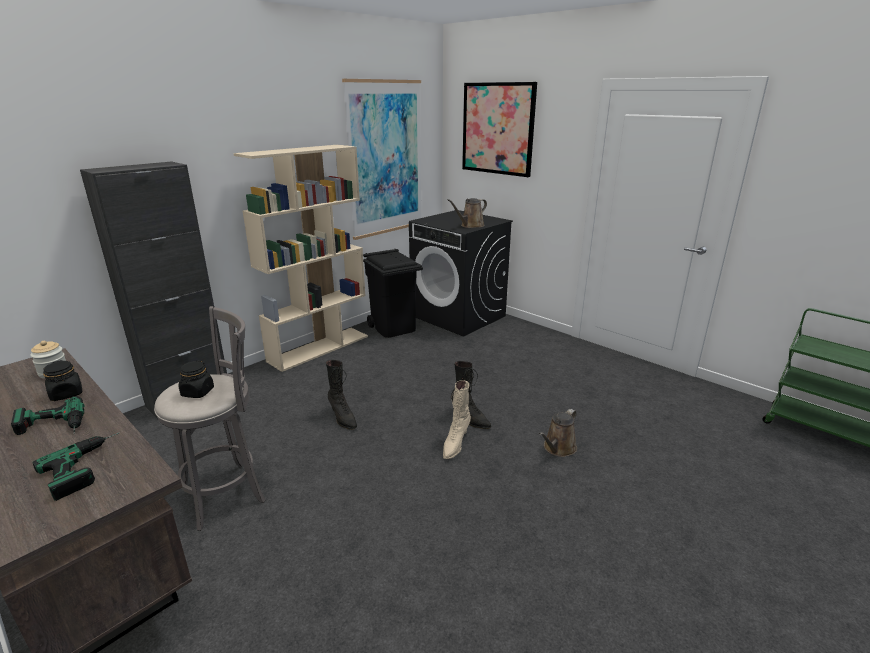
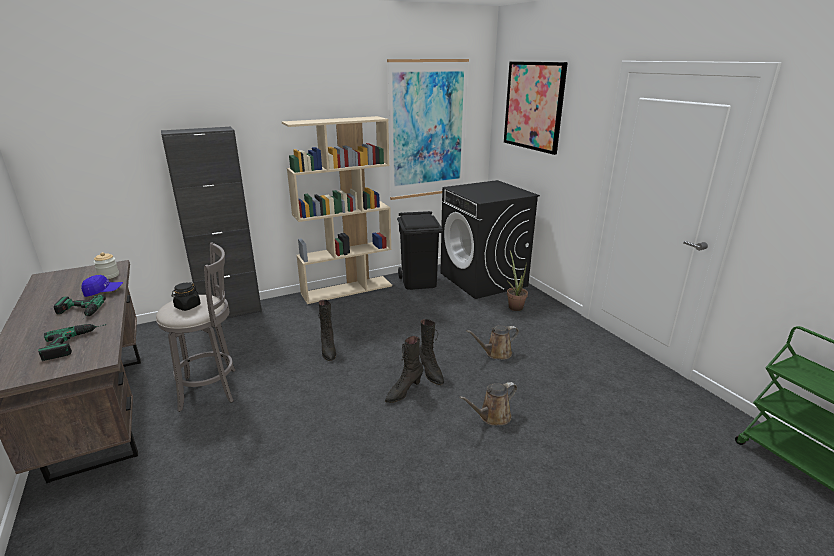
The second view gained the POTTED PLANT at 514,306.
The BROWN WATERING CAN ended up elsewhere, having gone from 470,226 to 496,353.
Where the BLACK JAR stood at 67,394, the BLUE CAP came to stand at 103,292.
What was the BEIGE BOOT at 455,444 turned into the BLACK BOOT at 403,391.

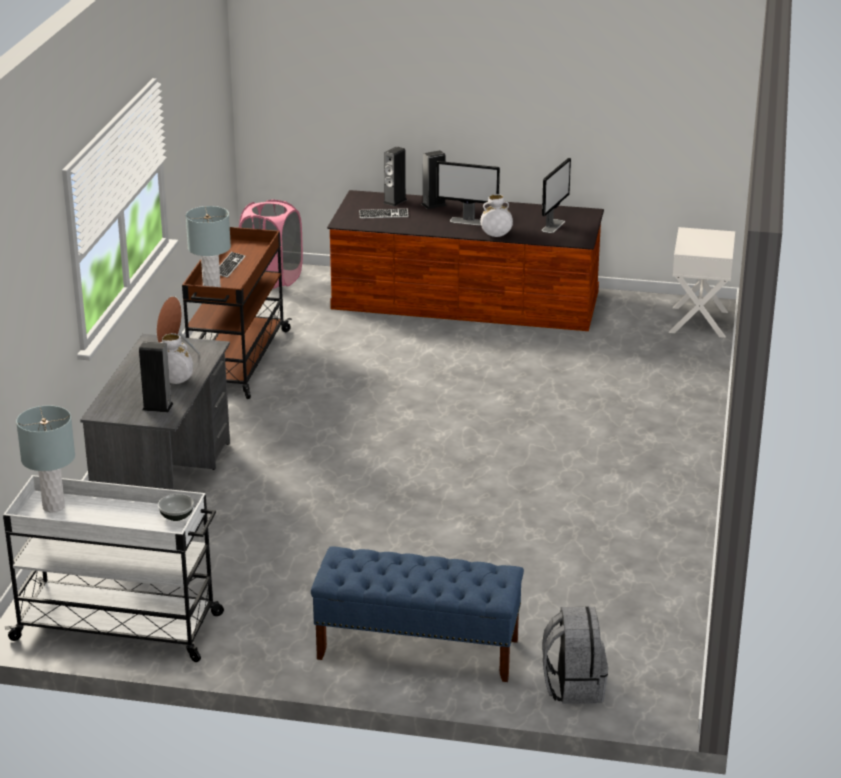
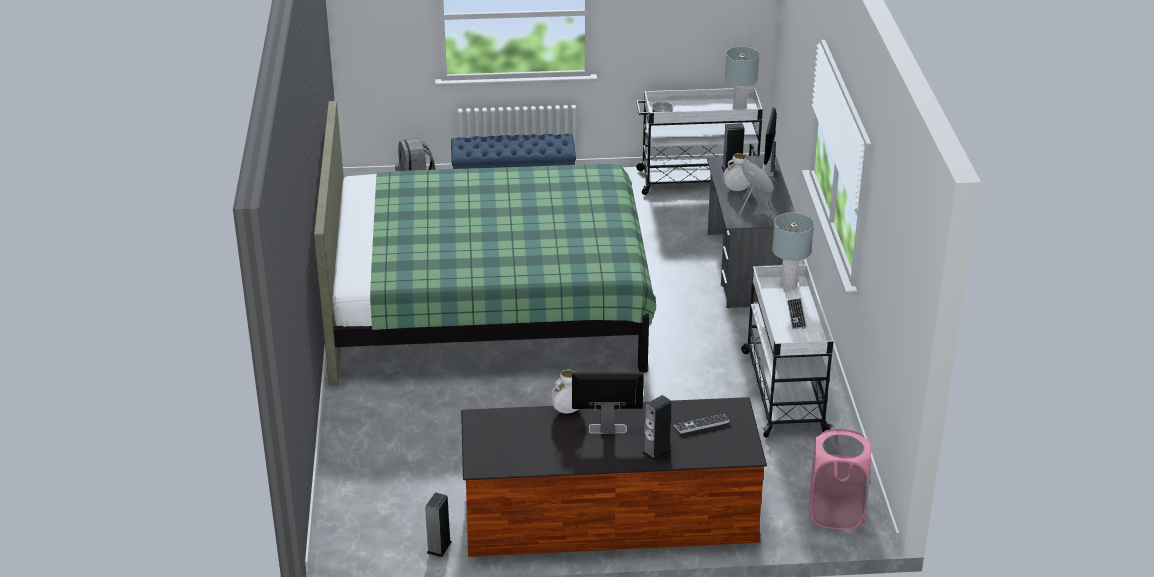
The second view lost the WHITE NIGHTSTAND at 699,322.
The second view gained the GREEN BED at 487,304.
The SPEAKER ended up elsewhere, having gone from 395,201 to 439,547.
The MONITOR ended up elsewhere, having gone from 553,226 to 768,169.
What was the BROWN CART at 237,362 turned into the WHITE CART at 783,391.

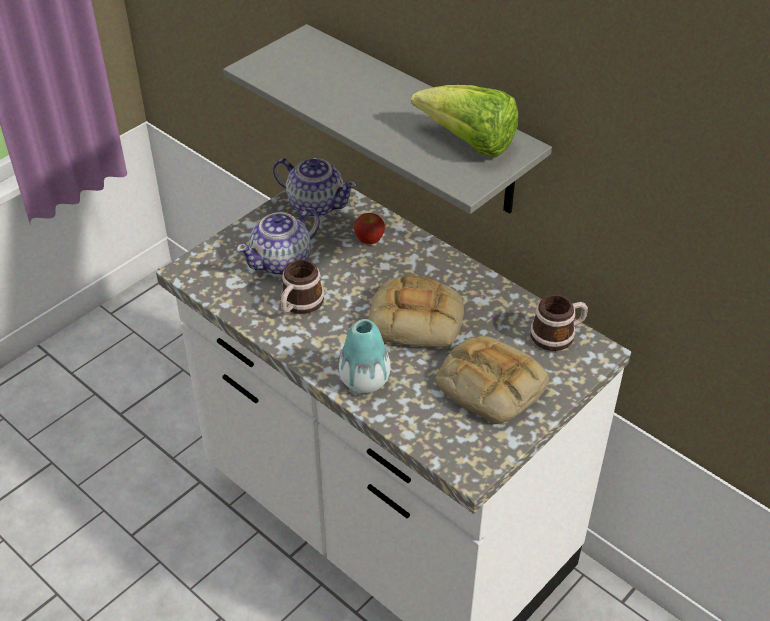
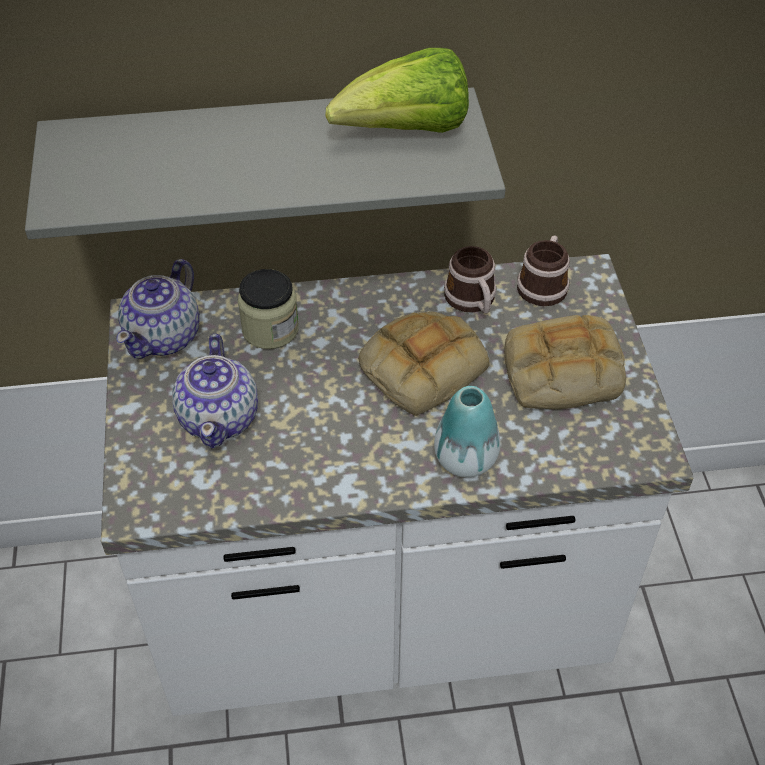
The MUG ended up elsewhere, having gone from 299,305 to 472,301.
Where the APPLE stood at 369,240, the JAR came to stand at 270,329.
The TEAPOT at 315,204 ended up facing another way, 135 degrees clockwise from before.

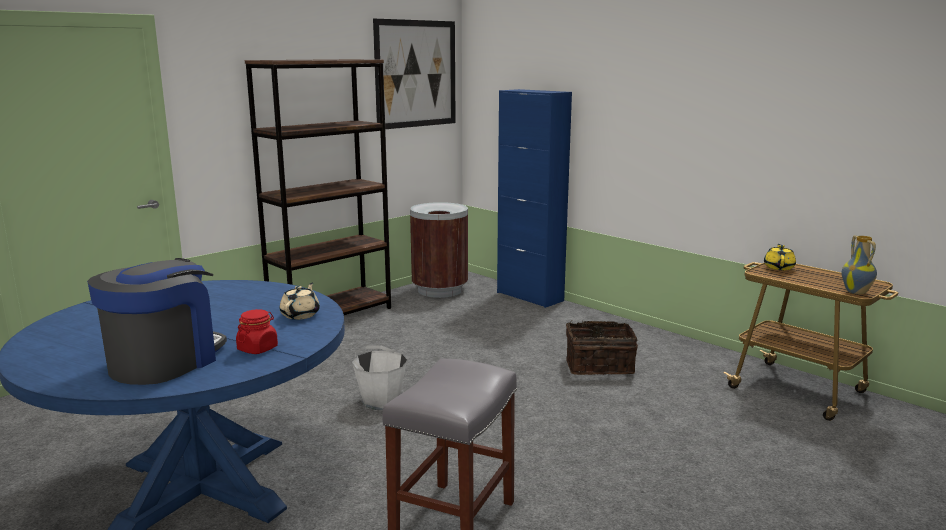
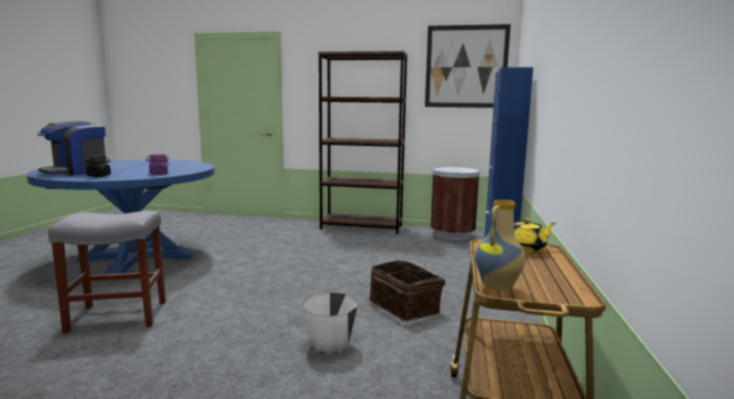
The WHITE BUCKET ended up elsewhere, having gone from 381,401 to 330,345.
Where the BEIGE TEAPOT stood at 301,315, the PURPLE JAR came to stand at 158,174.
What was the RED JAR at 257,348 turned into the BLACK JAR at 99,176.
The COFFEE MACHINE at 165,361 ended up facing another way, 135 degrees clockwise from before.

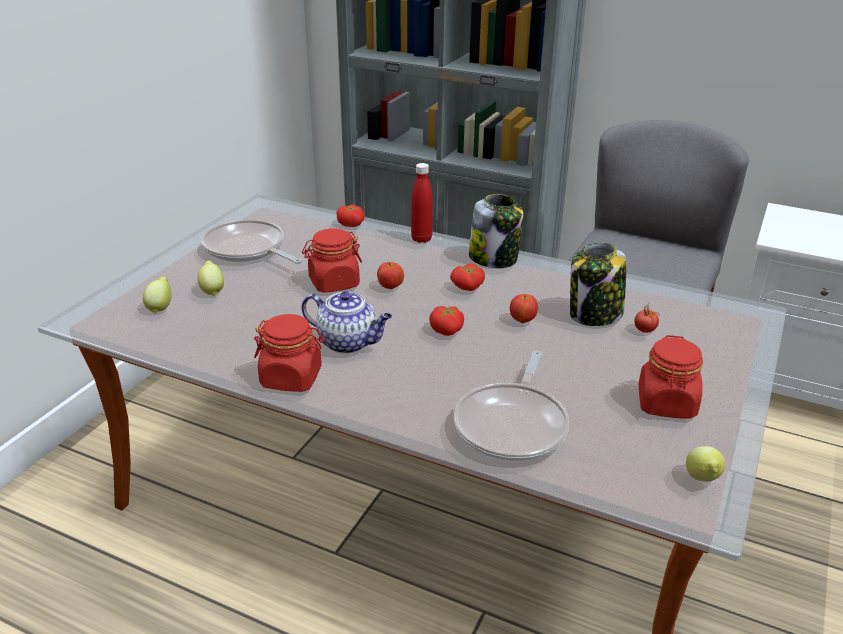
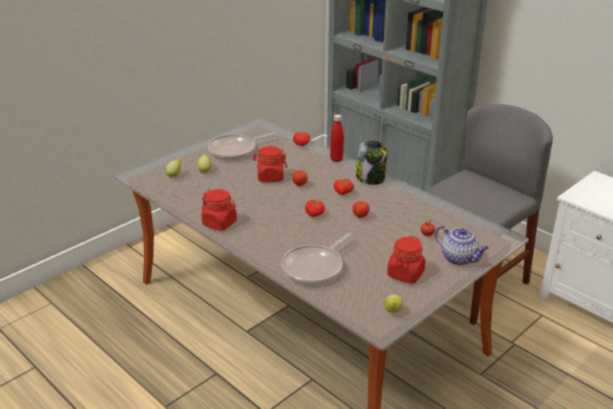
The second view lost the JAR at 594,315.
The TEAPOT ended up elsewhere, having gone from 349,342 to 459,258.
The FRYING PAN at 247,249 ended up facing another way, 90 degrees counterclockwise from before.

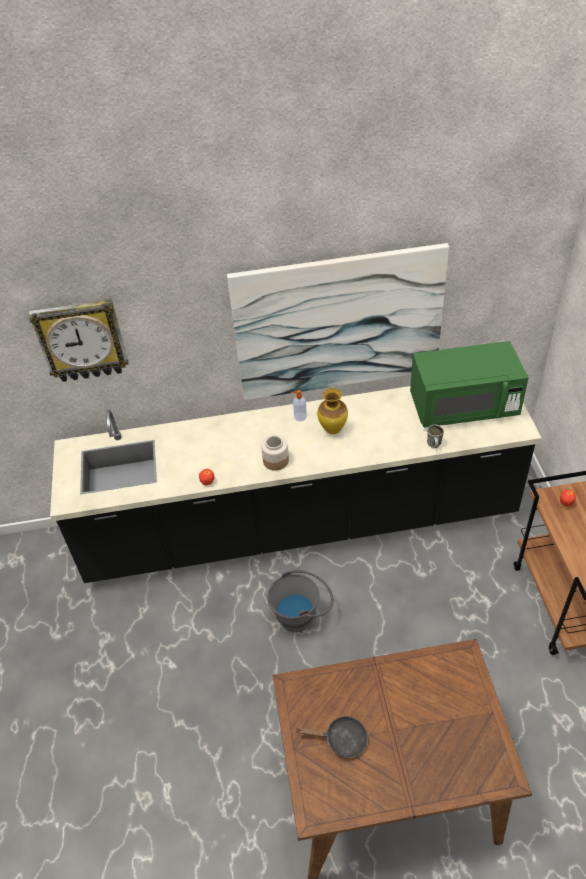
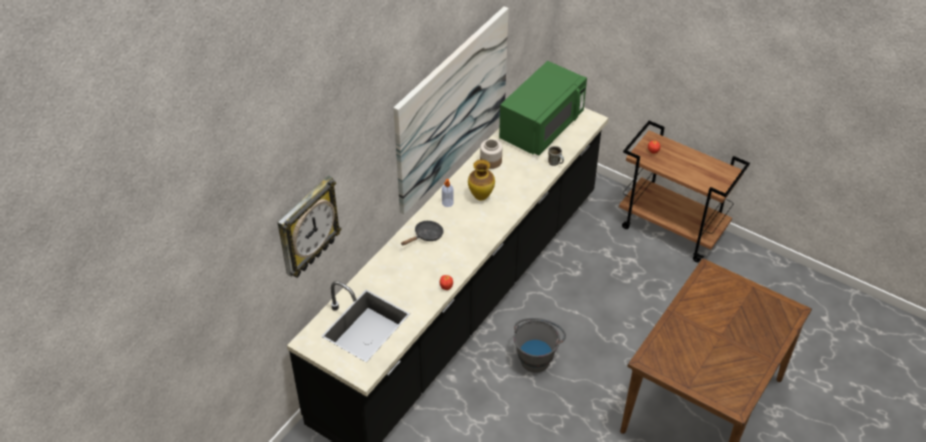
The JAR ended up elsewhere, having gone from 275,461 to 490,161.
The BLACK FRYING PAN ended up elsewhere, having gone from 341,739 to 426,236.

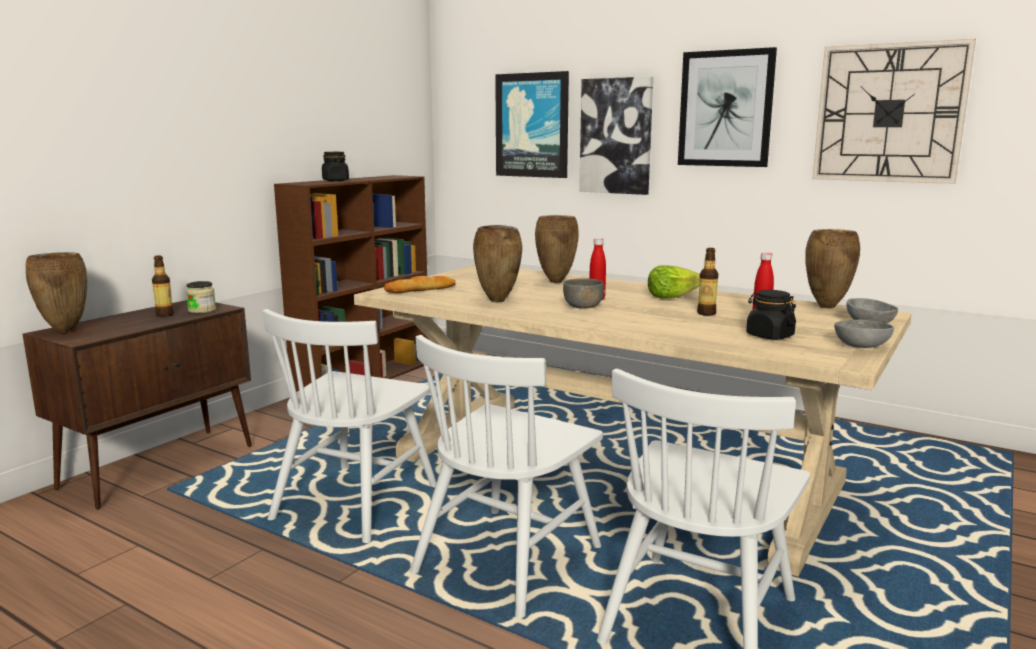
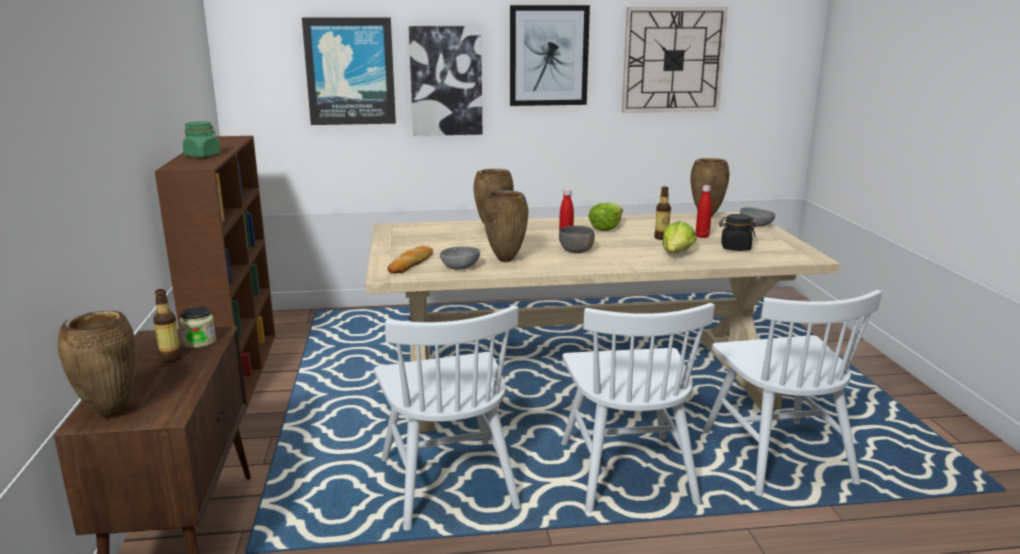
The second view gained the LETTUCE at 677,254.
The GREY BOWL ended up elsewhere, having gone from 860,346 to 459,267.
What was the BLACK JAR at 335,180 turned into the GREEN JAR at 203,156.

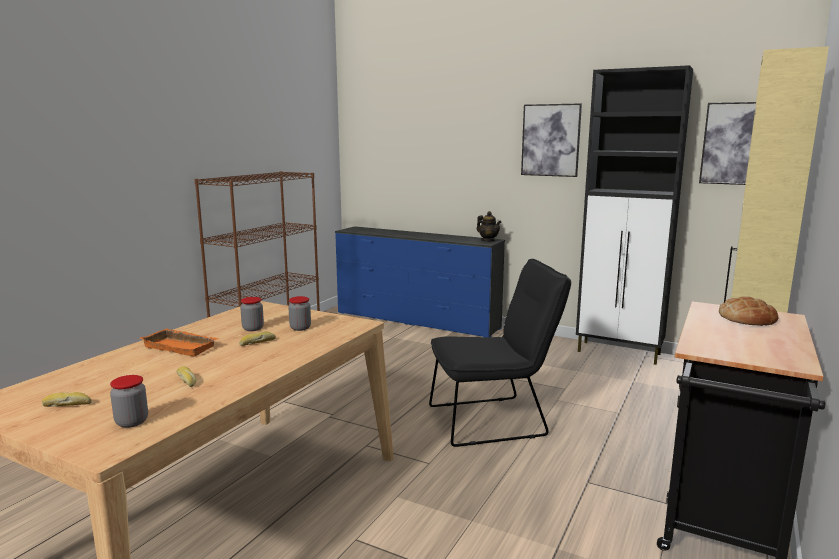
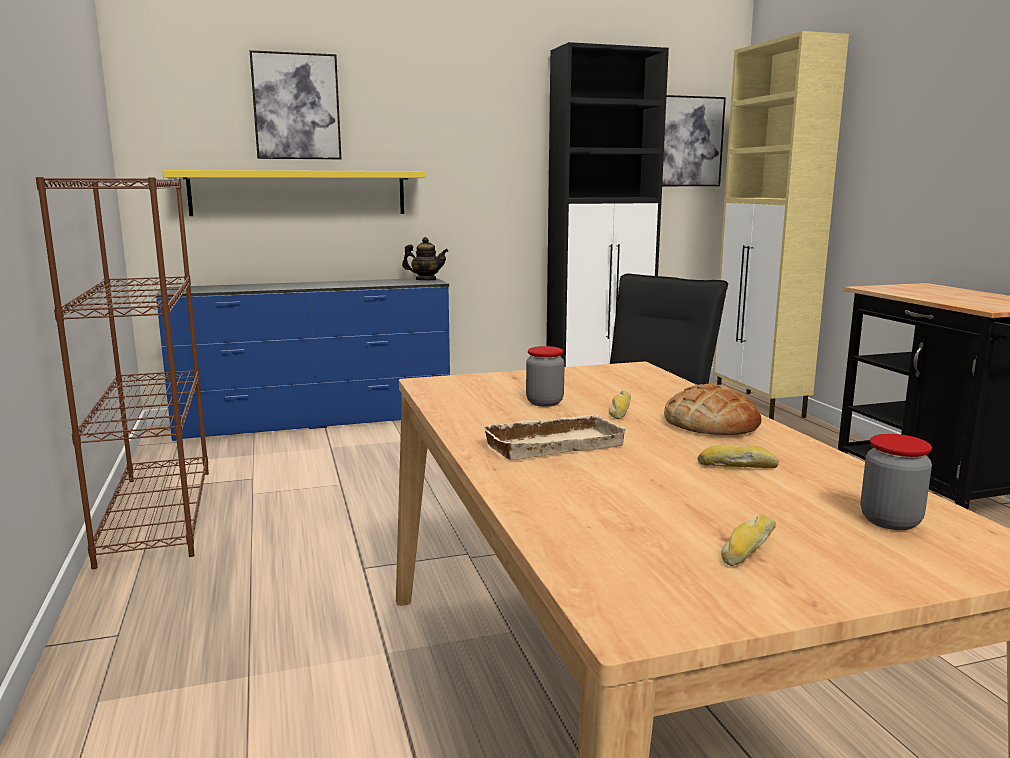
The second view lost the JAR at 300,328.
The second view gained the YELLOW SHELF at 299,193.
The PICTURE ended up elsewhere, having gone from 550,140 to 296,106.
The BREAD ended up elsewhere, having gone from 747,319 to 712,423.
What was the ORANGE TRAY at 182,346 turned into the BEIGE TRAY at 553,443.

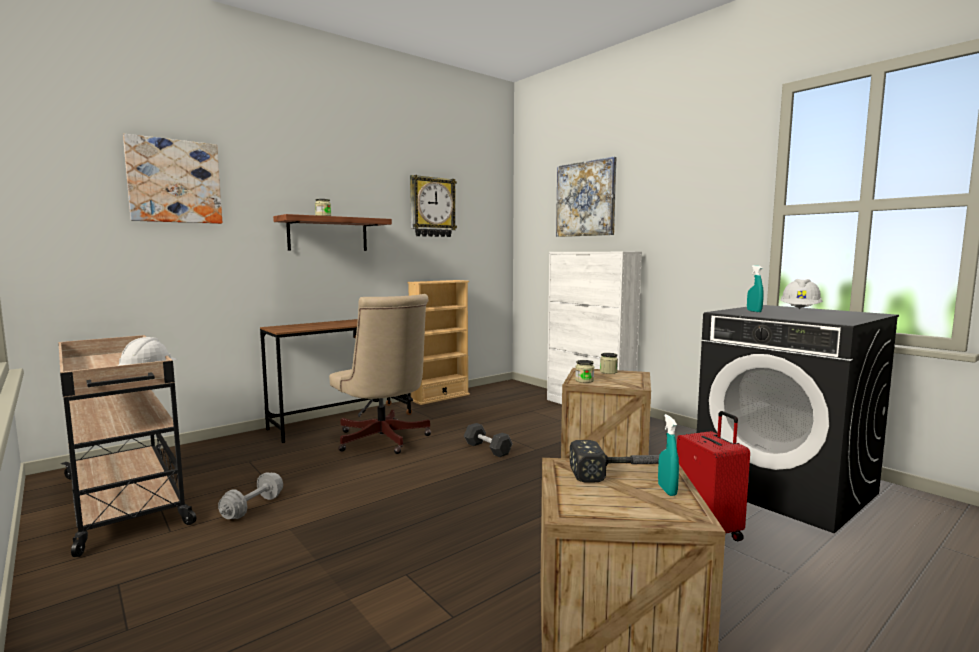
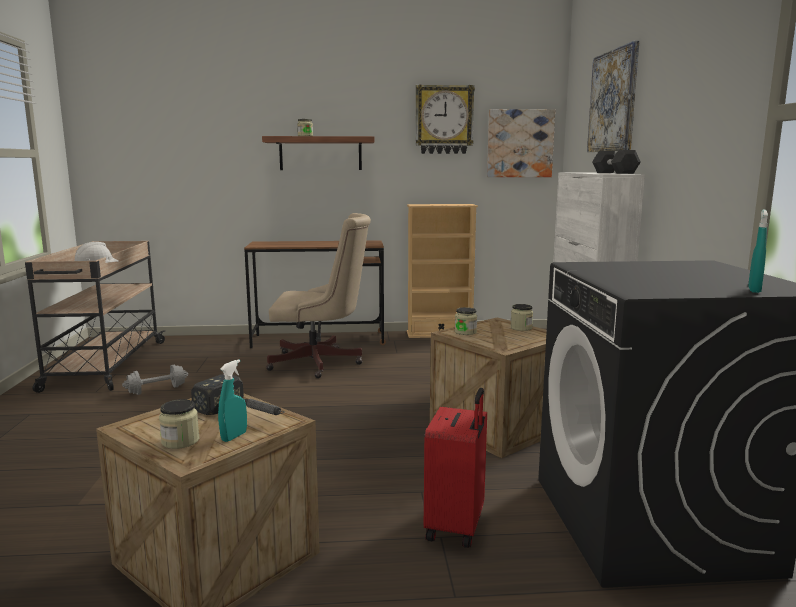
The second view lost the WHITE HARD HAT at 800,311.
The second view gained the JAR at 180,441.
The PICTURE ended up elsewhere, having gone from 174,181 to 520,143.
The BLACK DUMBBELL ended up elsewhere, having gone from 487,449 to 614,173.
The TURQUOISE SPRAY BOTTLE ended up elsewhere, having gone from 754,311 to 754,290.
The BEIGE OFFICE CHAIR at 383,441 ended up facing another way, 90 degrees counterclockwise from before.

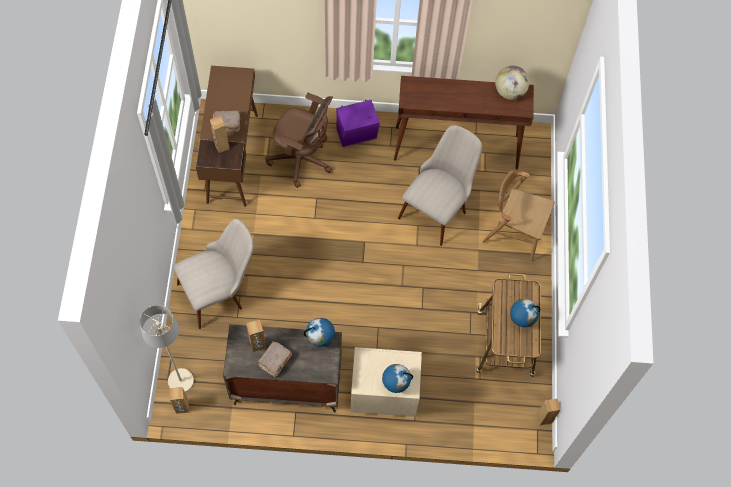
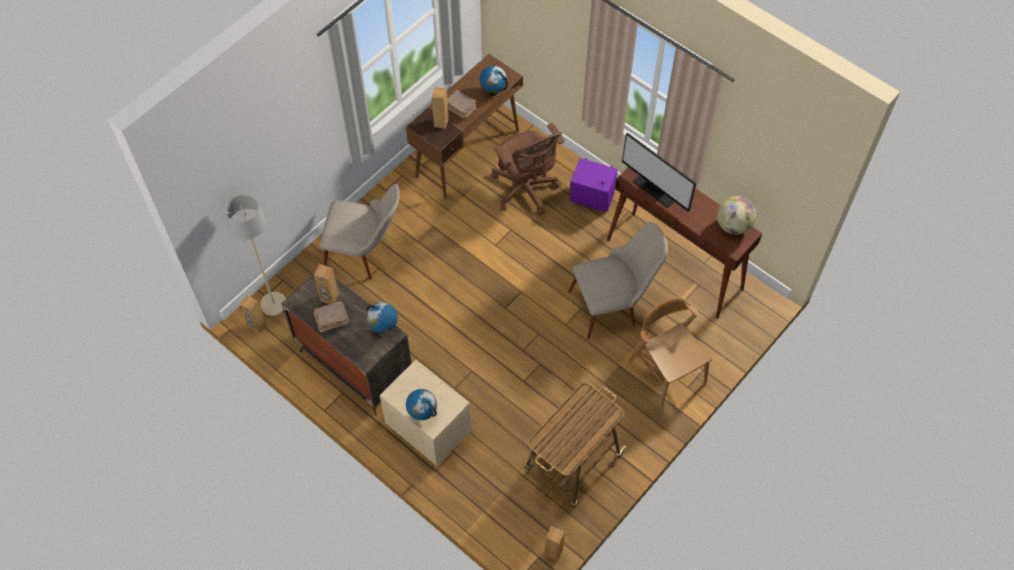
The second view gained the MONITOR at 658,187.
The GLOBE ended up elsewhere, having gone from 521,320 to 493,92.

